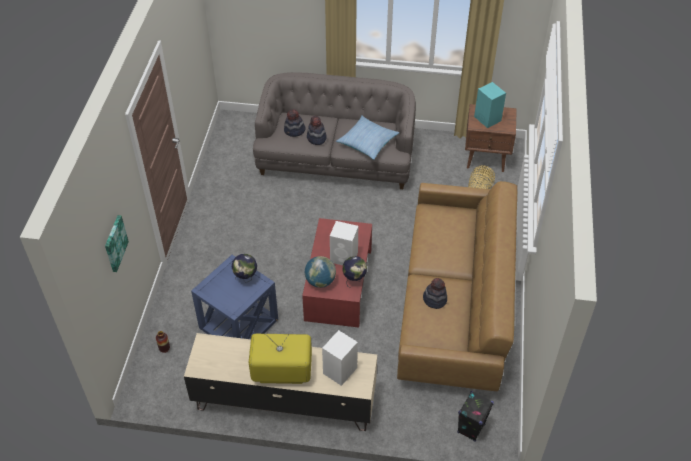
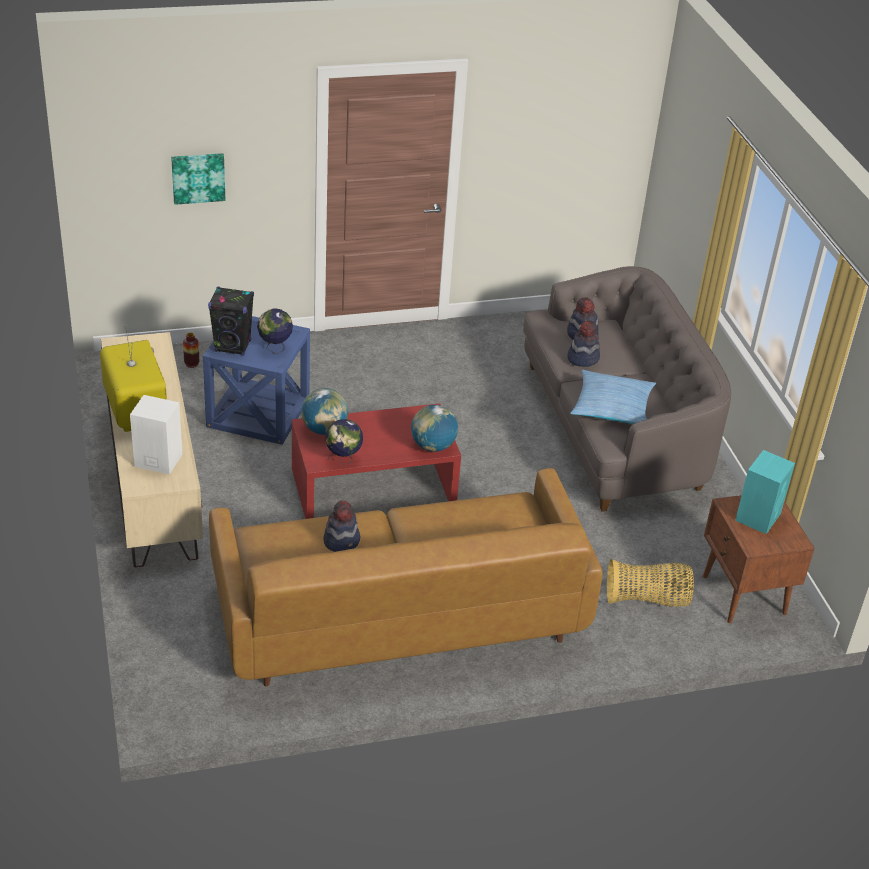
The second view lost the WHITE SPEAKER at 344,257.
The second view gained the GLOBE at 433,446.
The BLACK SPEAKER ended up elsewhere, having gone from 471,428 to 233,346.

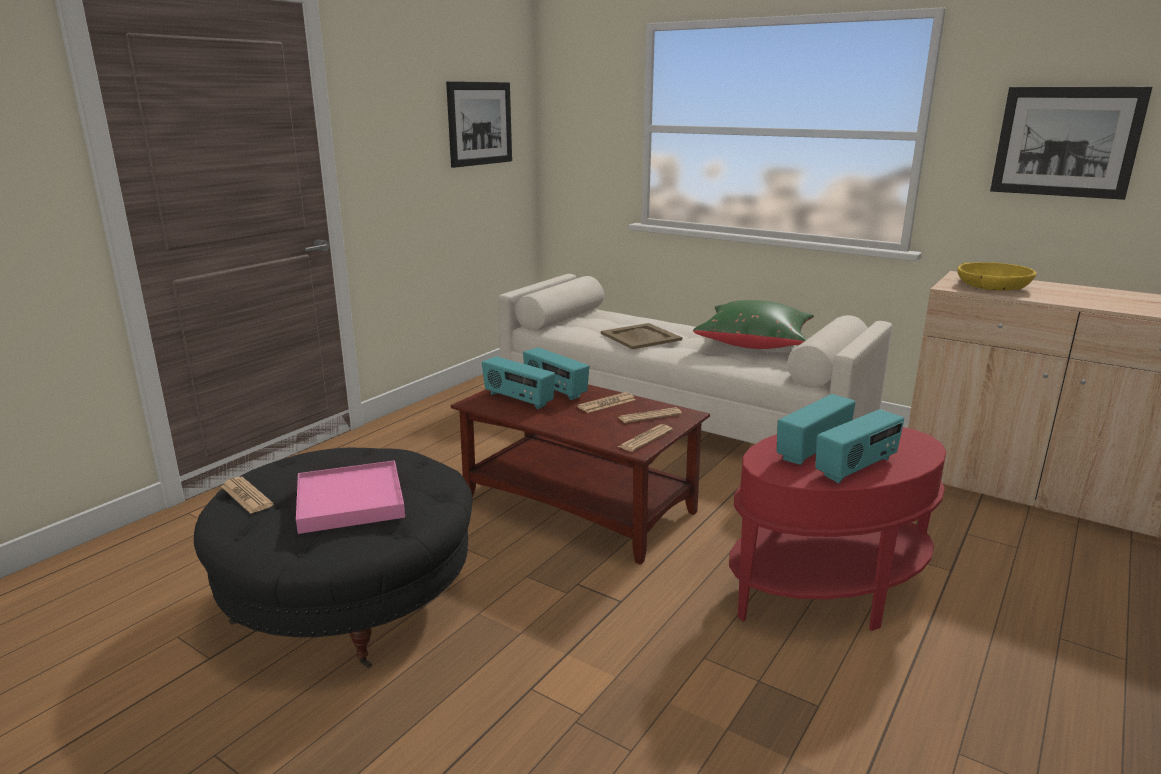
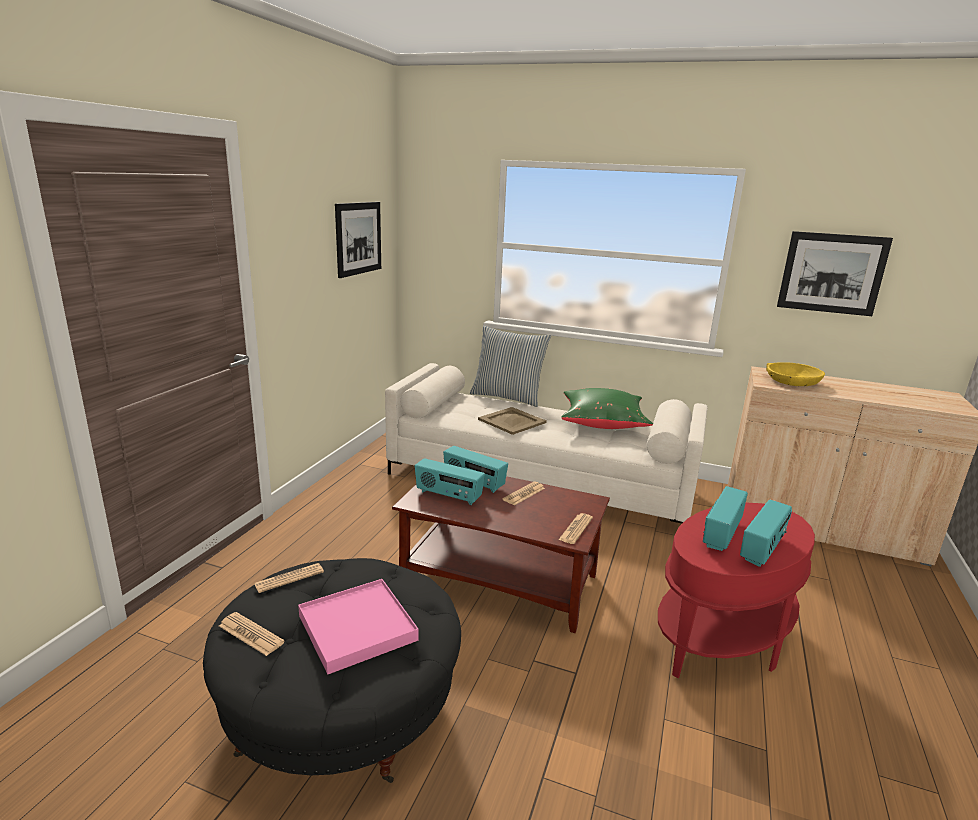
The second view gained the PILLOW at 507,397.
The NEWSPAPER ended up elsewhere, having gone from 649,416 to 289,578.

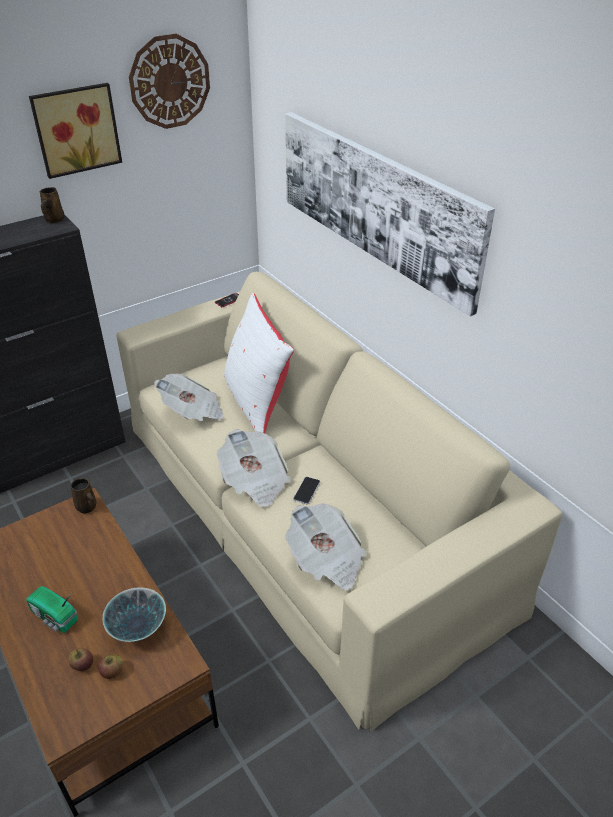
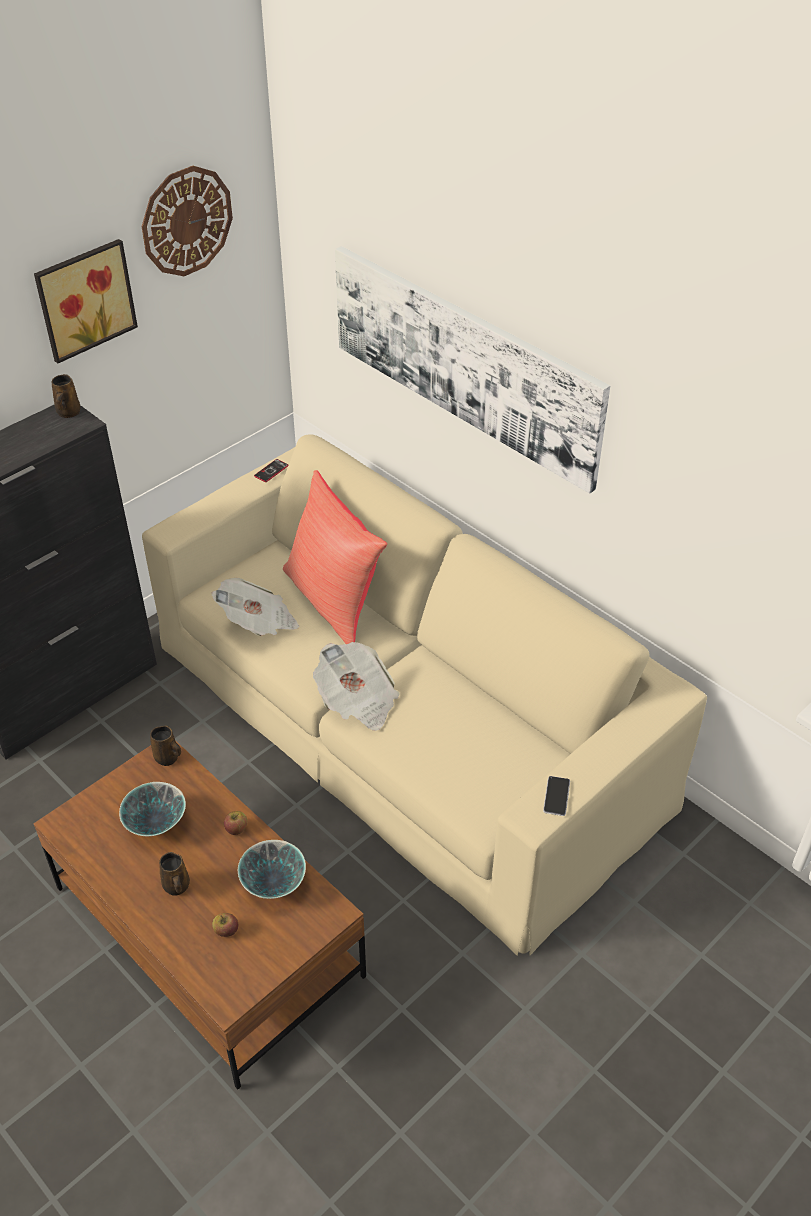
The second view lost the NEWSPAPER at 326,560.
The second view gained the BOWL at 156,825.
The APPLE ended up elsewhere, having gone from 112,671 to 236,828.
The PHONE ended up elsewhere, having gone from 306,491 to 556,796.
Where the RADIO stood at 54,618, the BROWN MUG came to stand at 176,887.
What was the WHITE PILLOW at 257,403 turned into the RED PILLOW at 334,601.

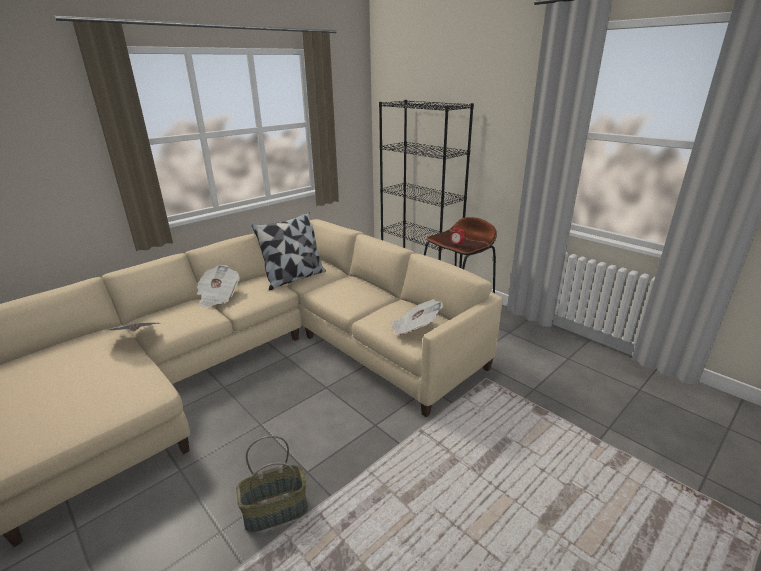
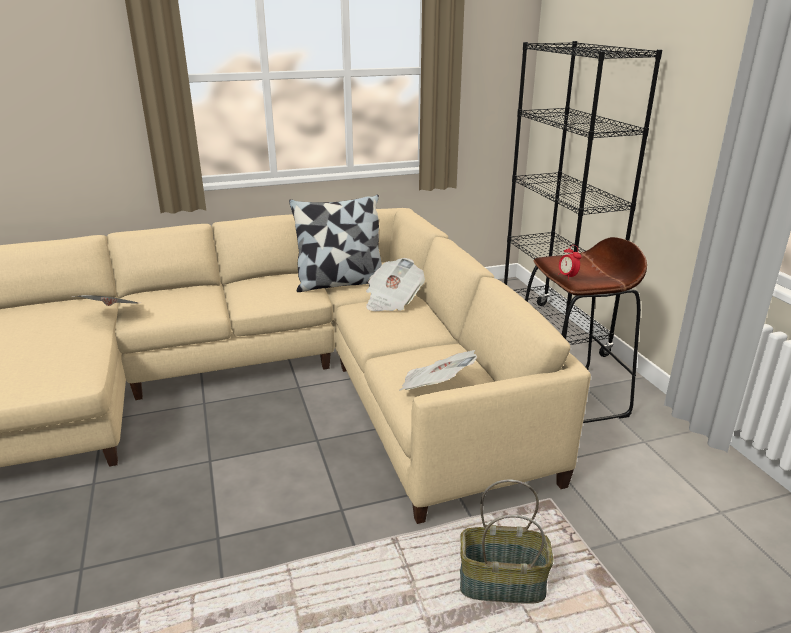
The NEWSPAPER ended up elsewhere, having gone from 218,297 to 392,301.
The BASKET ended up elsewhere, having gone from 275,512 to 501,585.

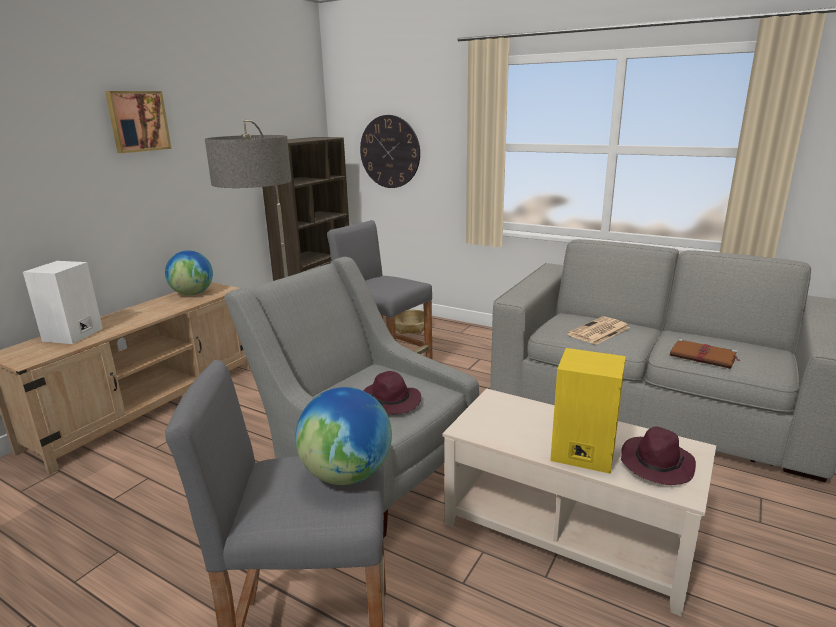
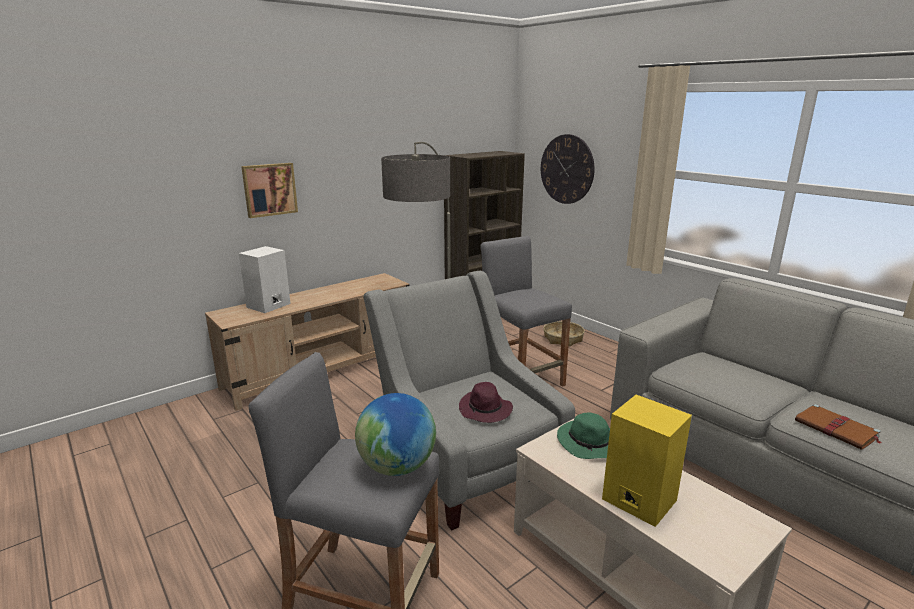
The second view lost the GLOBE at 193,294.
The second view lost the NEWSPAPER at 598,331.
The second view lost the PURPLE HAT at 656,464.
The second view gained the GREEN HAT at 590,443.
The PICTURE ended up elsewhere, having gone from 137,121 to 269,189.

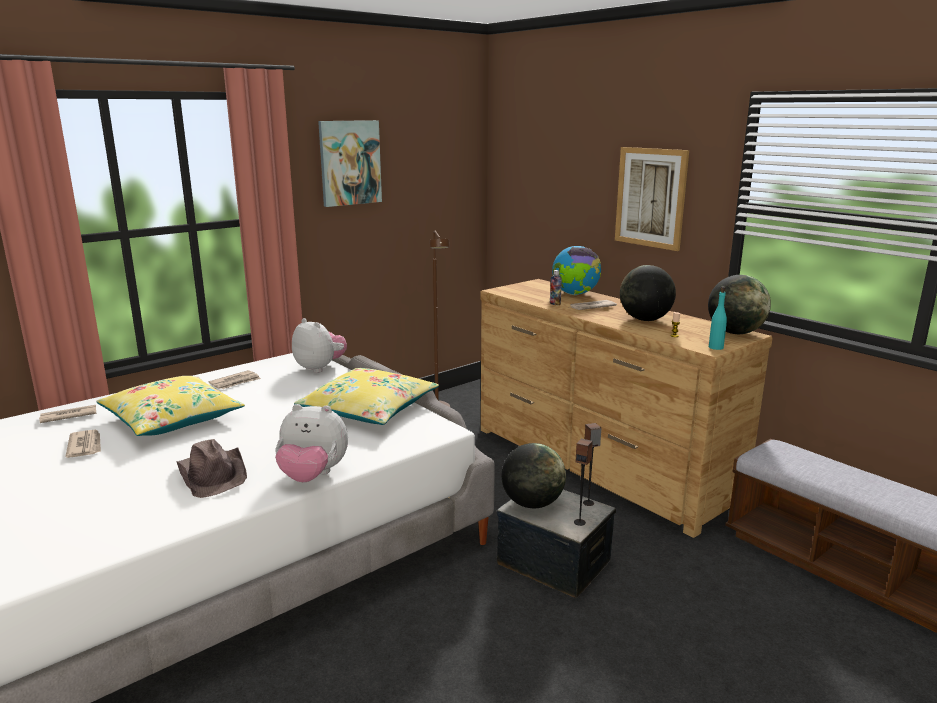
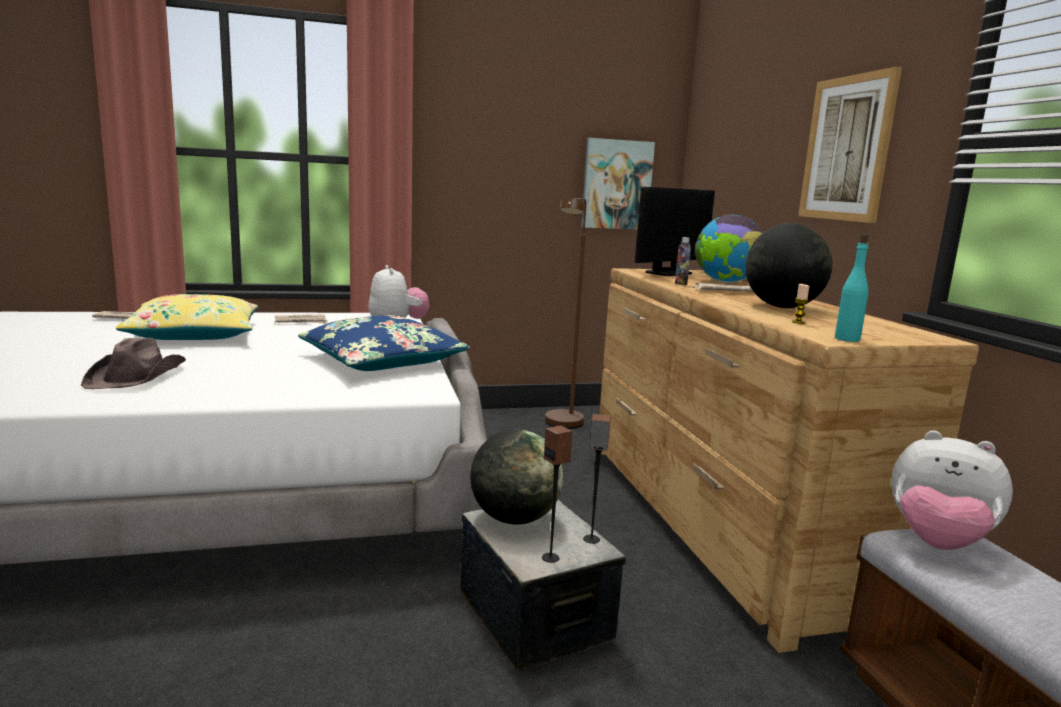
The second view lost the NEWSPAPER at 85,446.
The second view lost the GLOBE at 735,333.
The second view gained the MONITOR at 668,273.
The PLUSH TOY ended up elsewhere, having gone from 313,476 to 937,543.
The PICTURE ended up elsewhere, having gone from 350,163 to 616,184.
What was the YELLOW PILLOW at 369,409 turned into the BLUE PILLOW at 382,361.

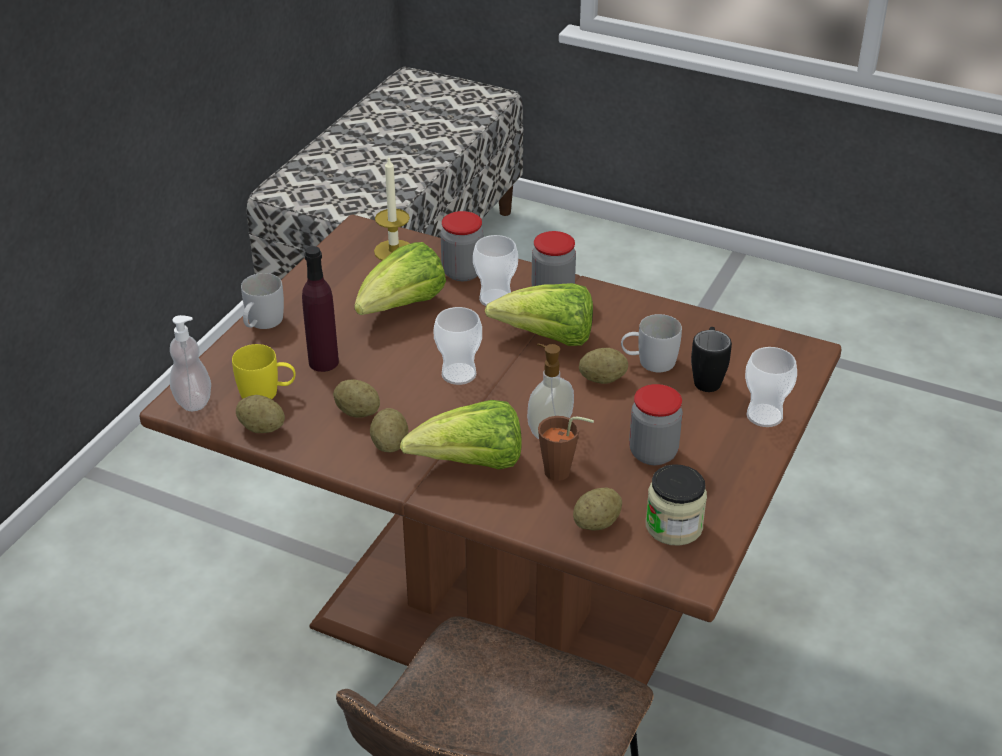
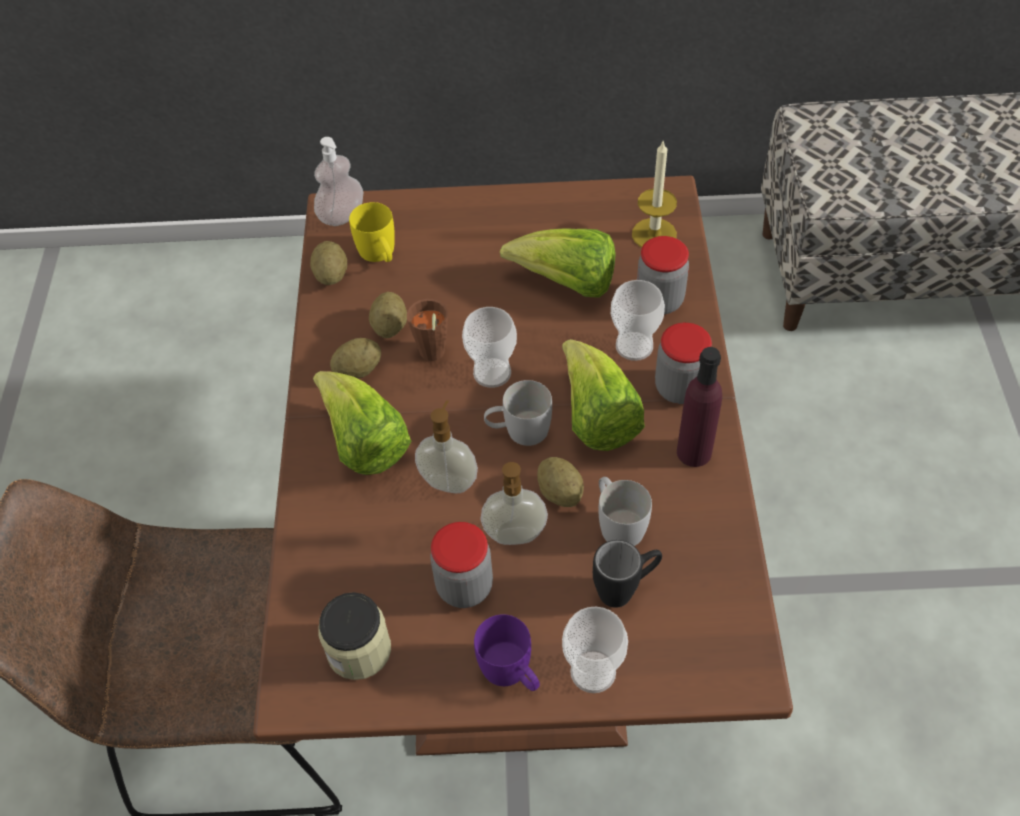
The second view lost the POTATO at 596,523.
The second view gained the PURPLE MUG at 511,672.
The second view gained the SOAP DISPENSER at 515,536.
The WHITE MUG ended up elsewhere, having gone from 262,324 to 518,431.
The PURPLE BOTTLE ended up elsewhere, having gone from 323,362 to 694,452.
The BROWN CUP ended up elsewhere, having gone from 563,473 to 432,356.

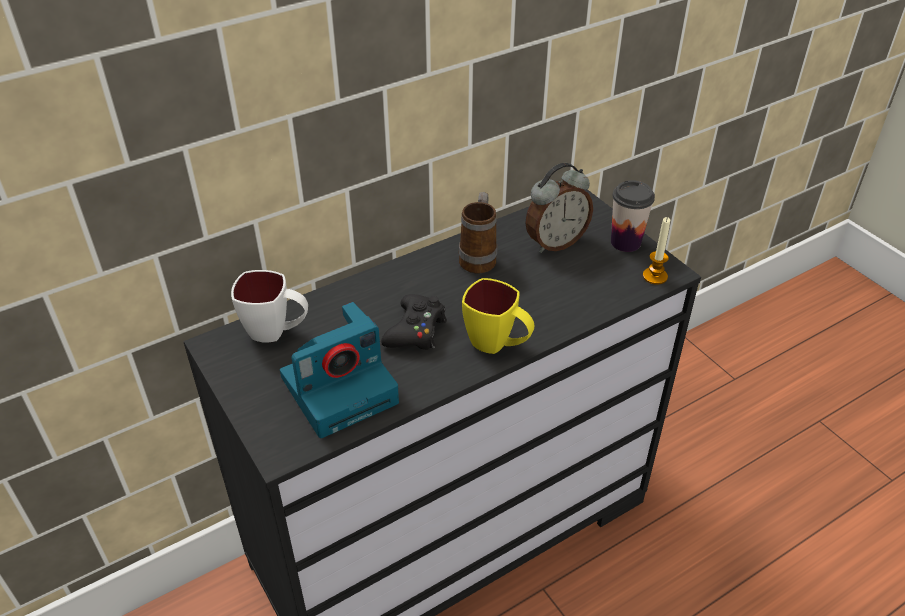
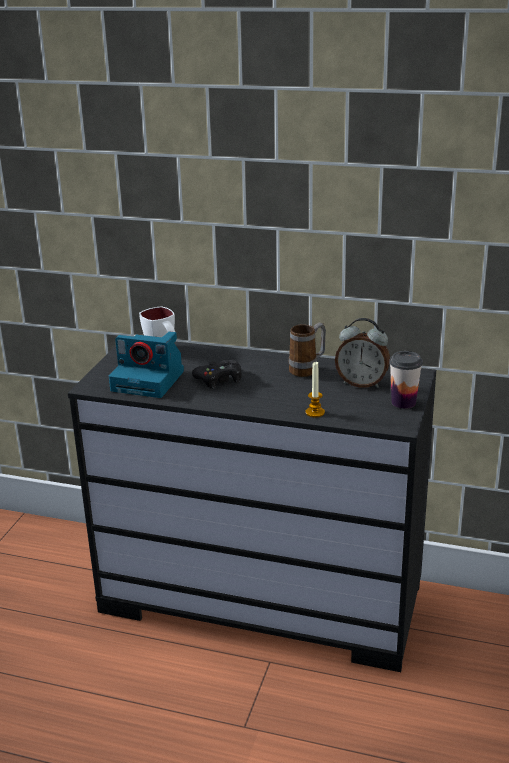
The second view lost the YELLOW MUG at 498,346.
The CANDLE ended up elsewhere, having gone from 655,276 to 315,412.

